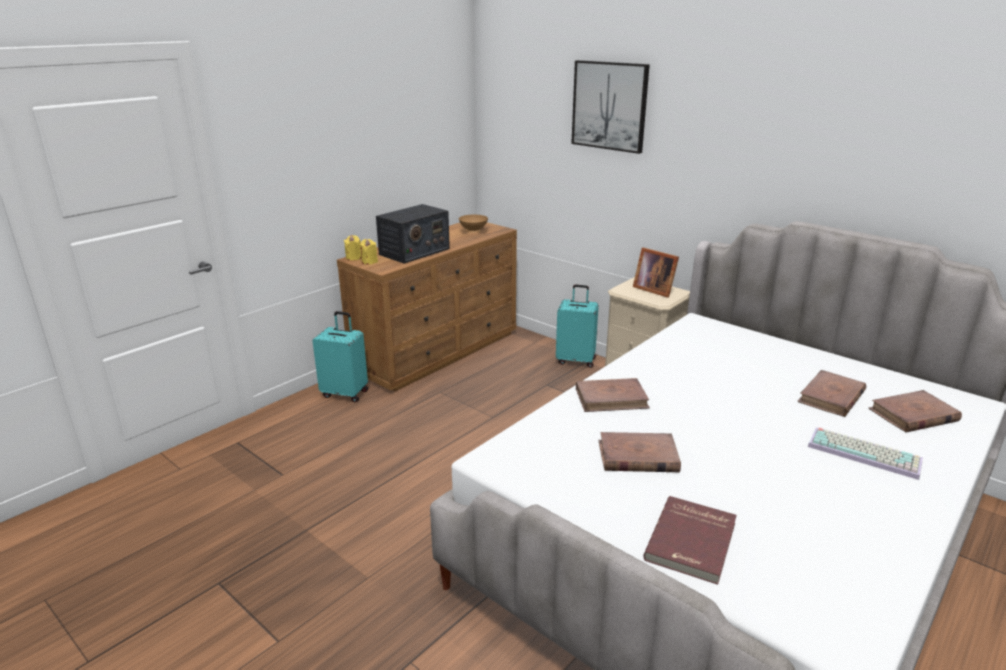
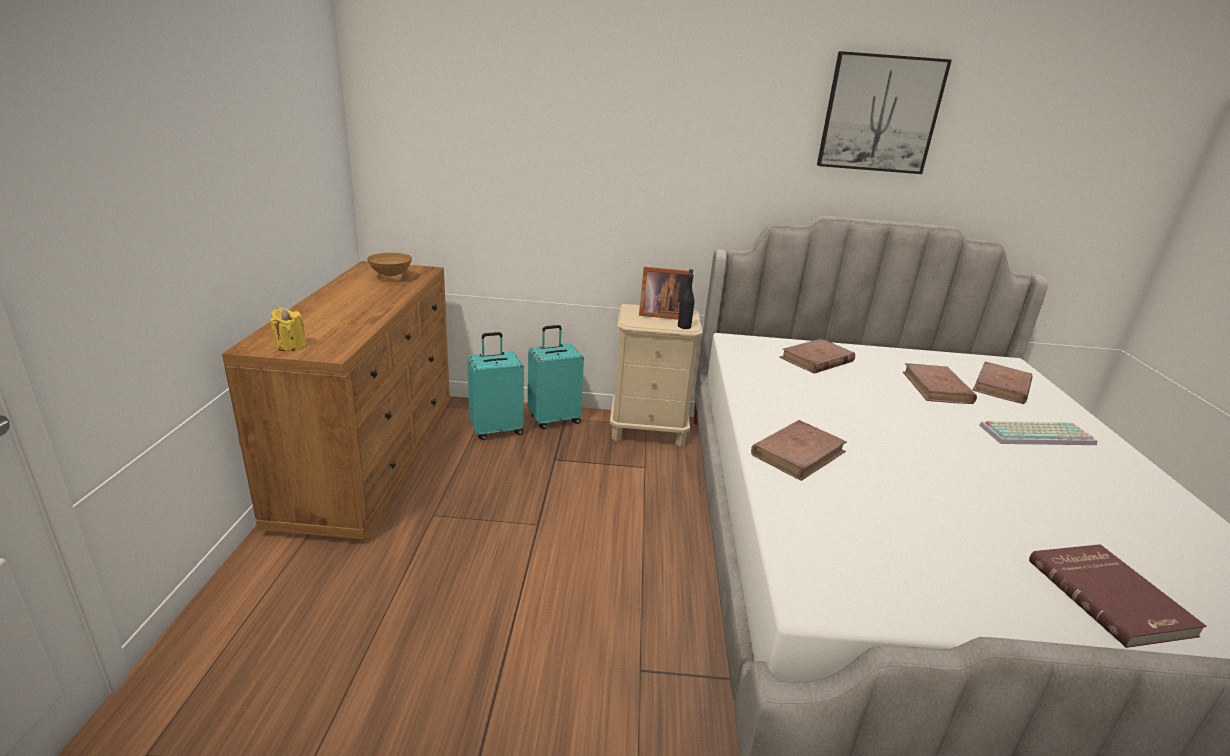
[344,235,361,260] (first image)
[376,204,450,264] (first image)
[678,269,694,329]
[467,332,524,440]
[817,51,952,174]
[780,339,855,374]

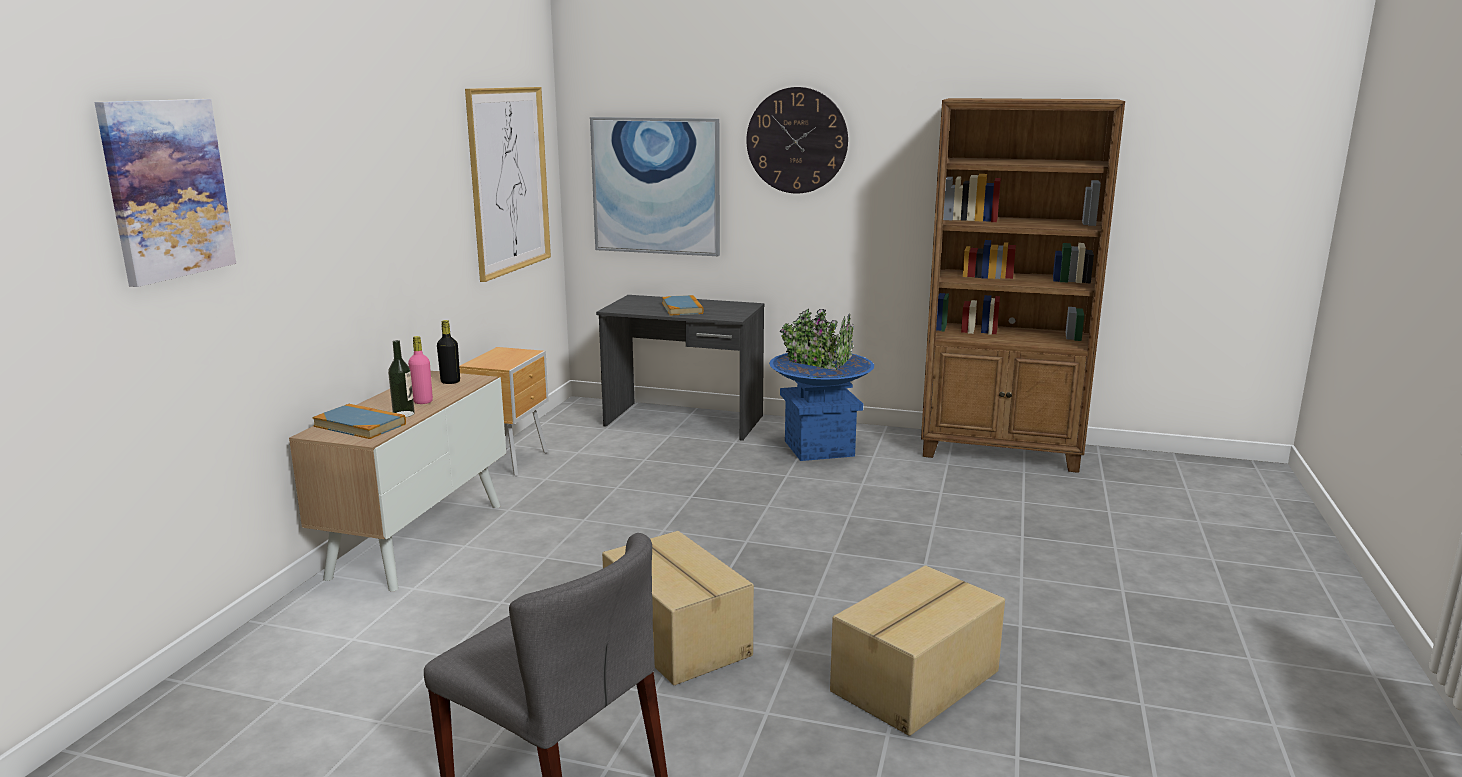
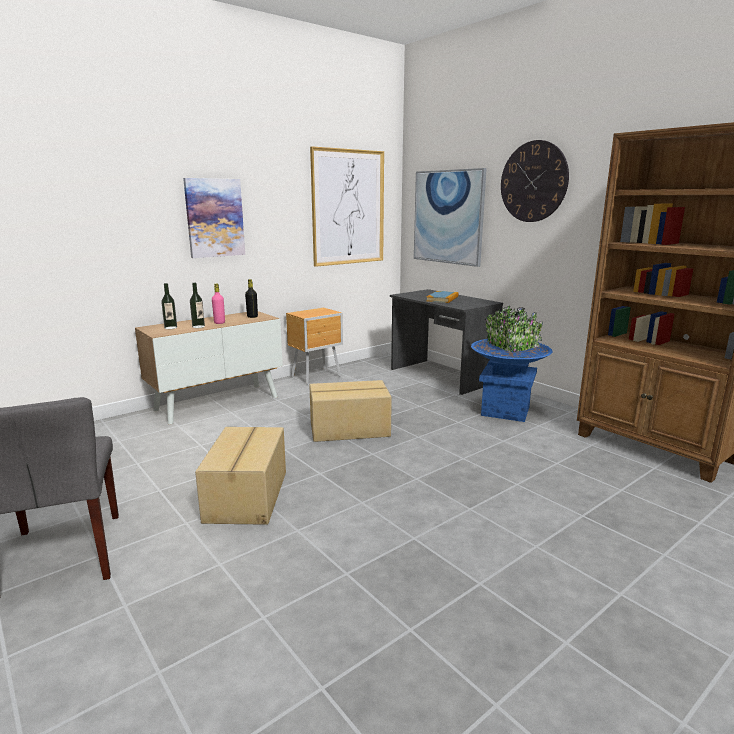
[183,178,245,258]
[309,380,392,442]
[161,283,177,329]

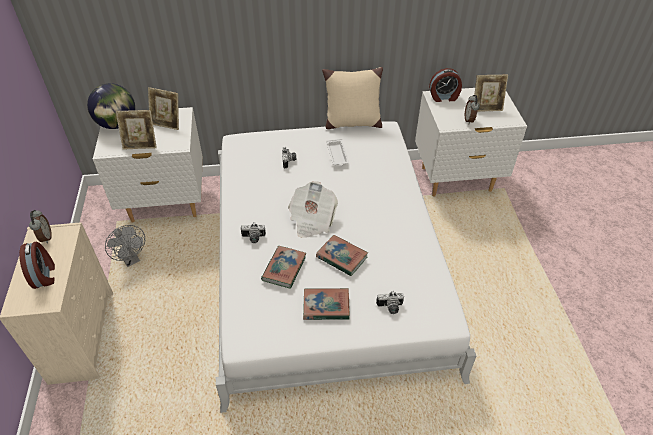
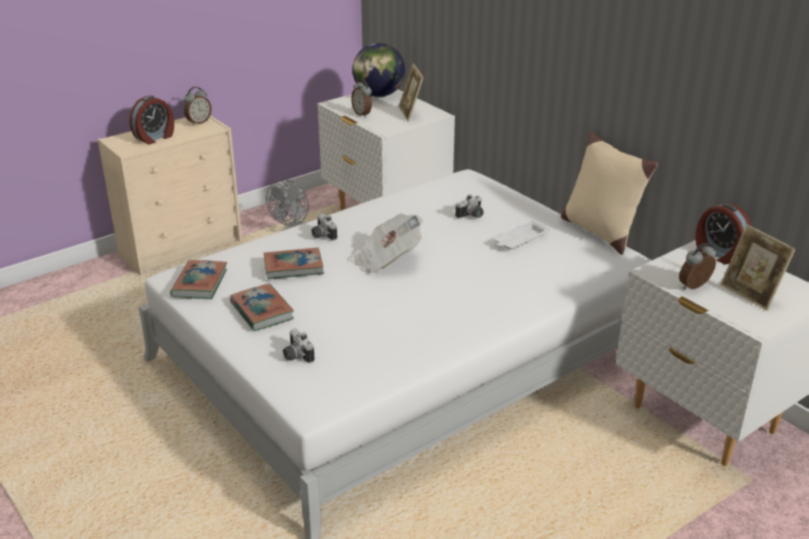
[170,260,227,299]
[351,79,372,117]

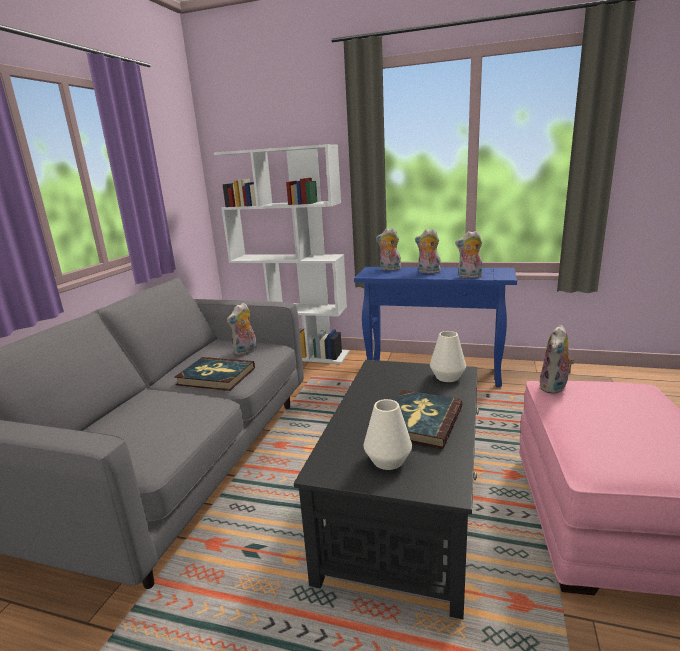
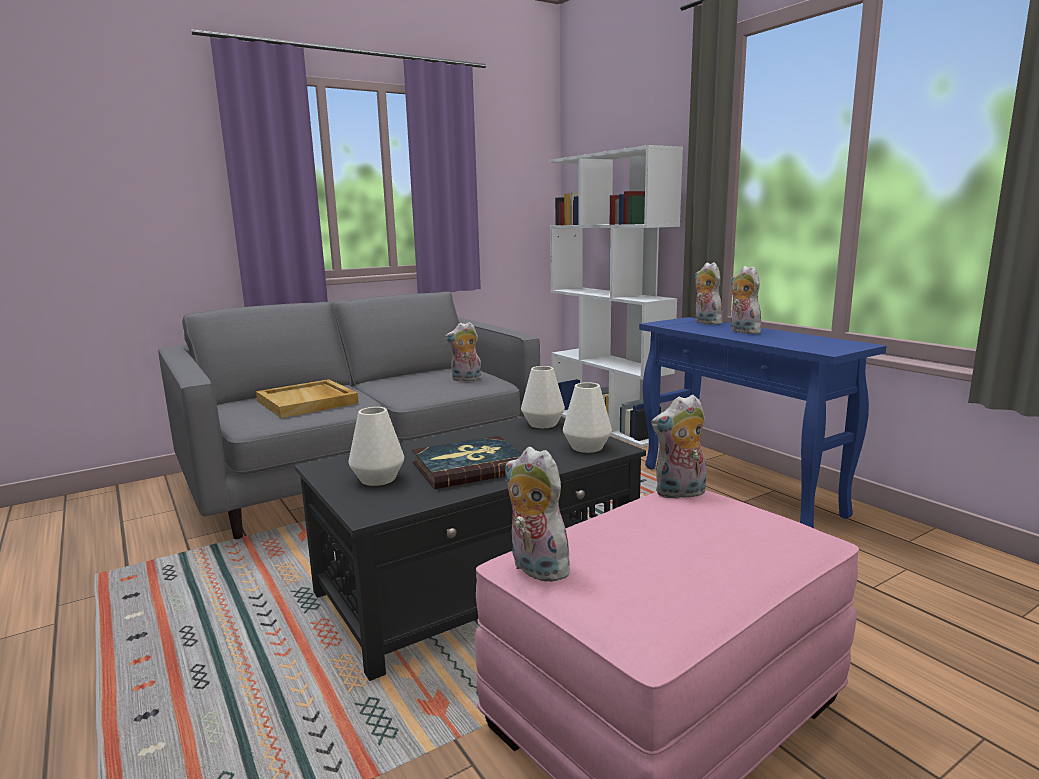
[174,357,255,391] (first image)
[256,379,359,418]
[521,366,565,428]
[505,447,572,582]

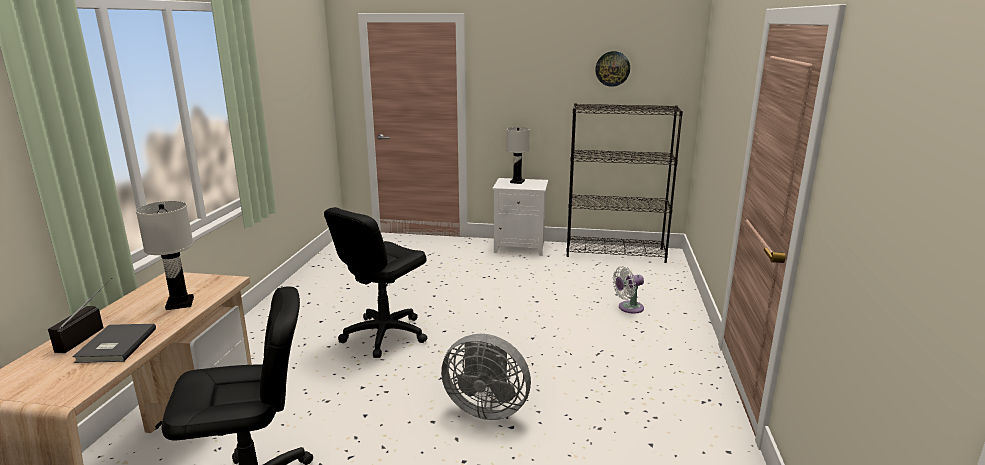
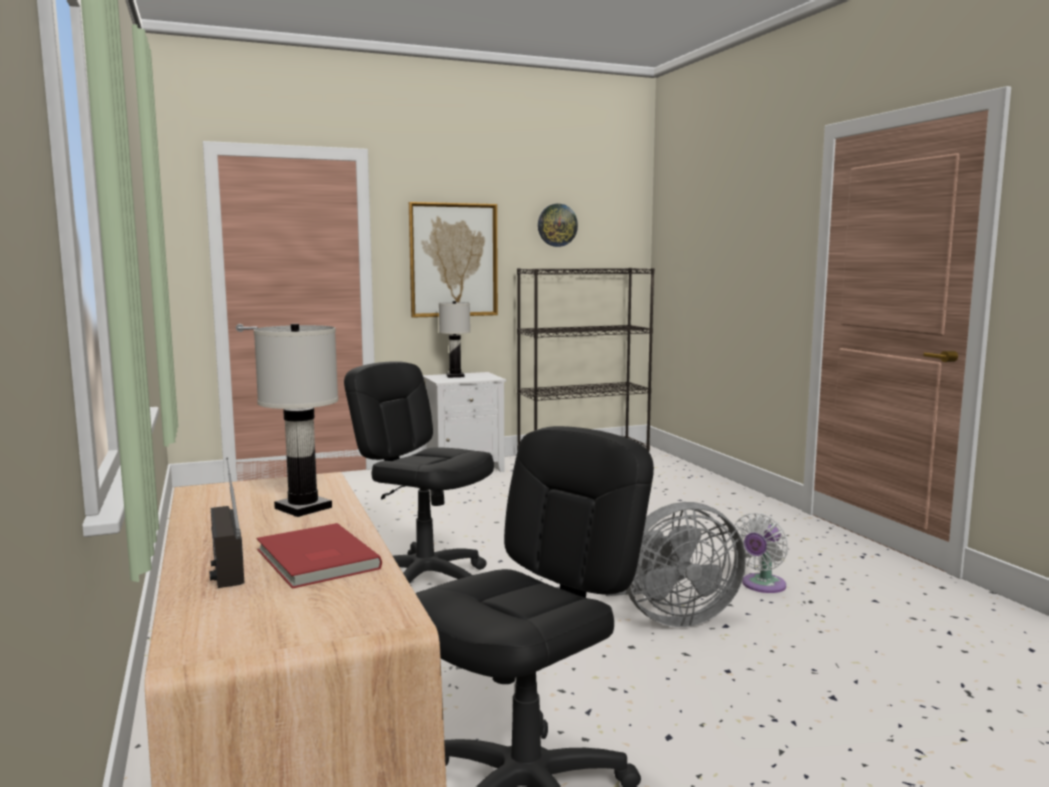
[409,202,498,318]
[731,513,788,593]
[257,523,382,589]
[344,361,494,584]

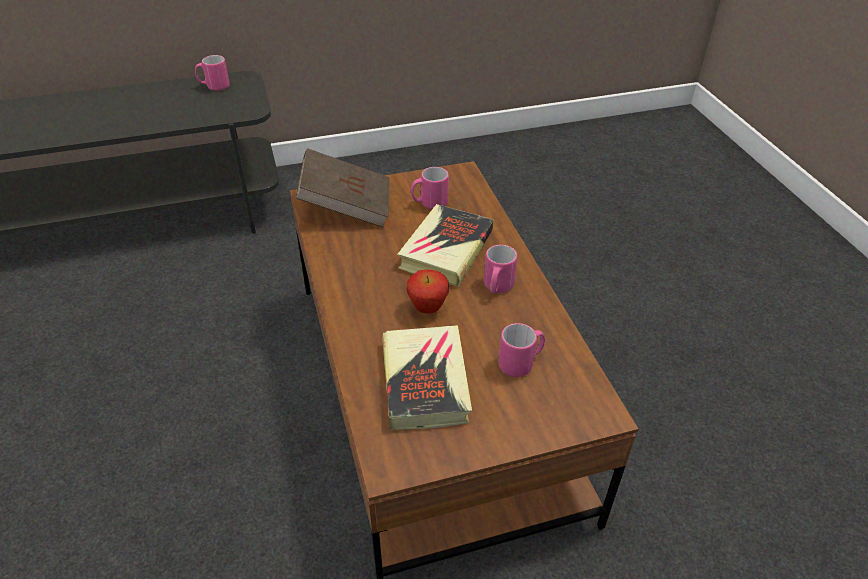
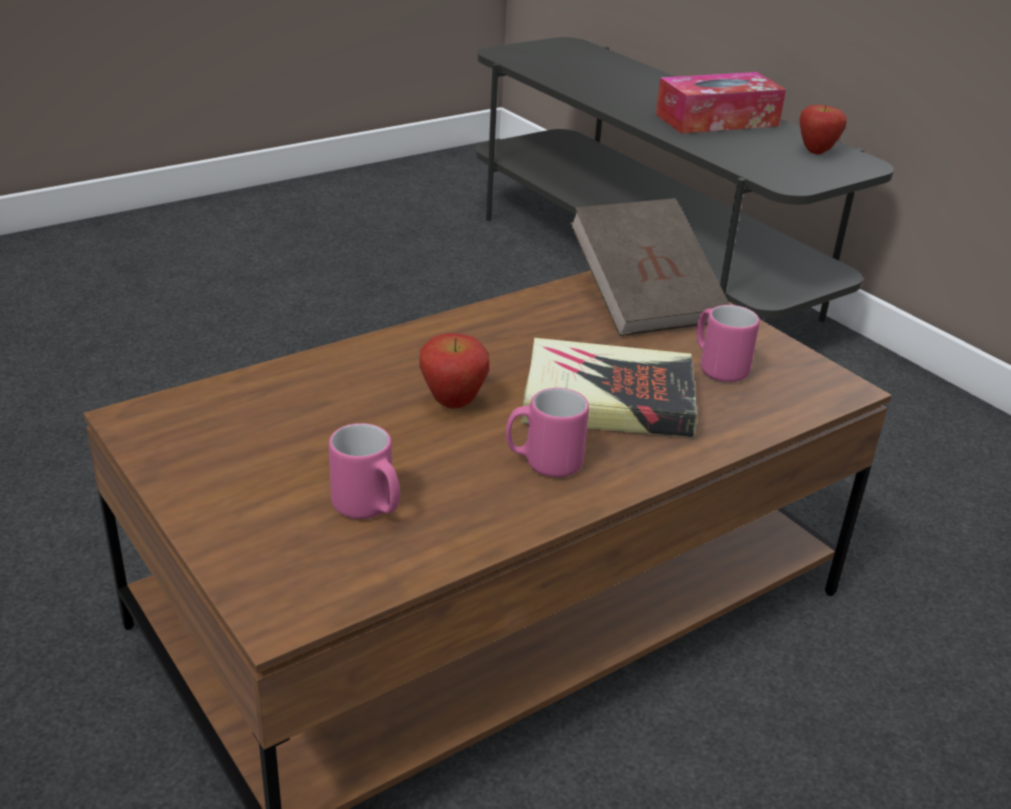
[382,325,472,430] (first image)
[656,72,786,134]
[800,104,847,154]

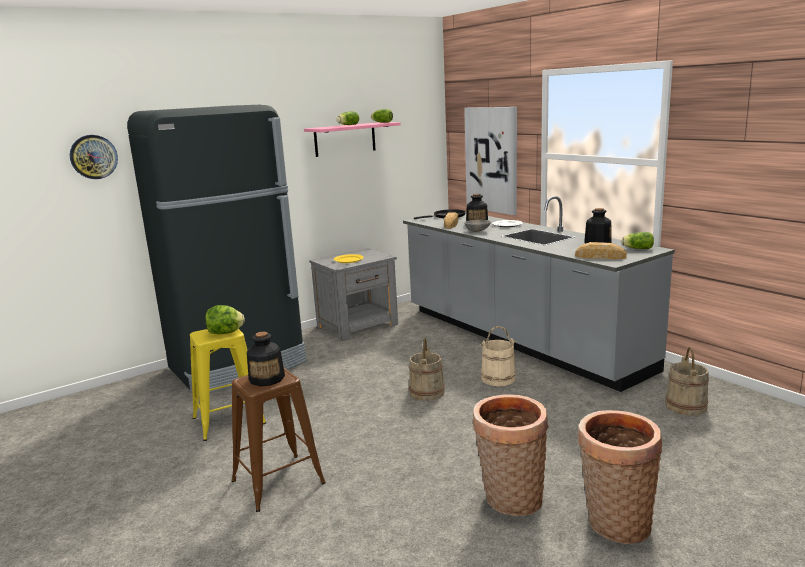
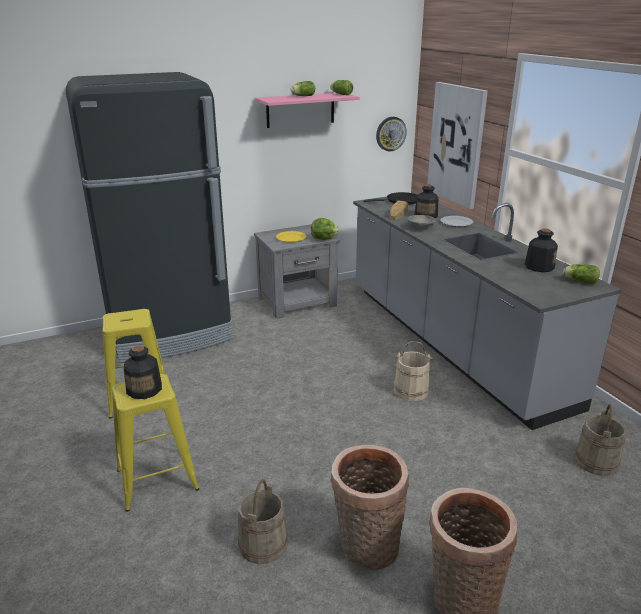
[575,242,627,259] (first image)
[376,117,407,152]
[311,218,339,240]
[238,479,287,564]
[112,374,199,512]

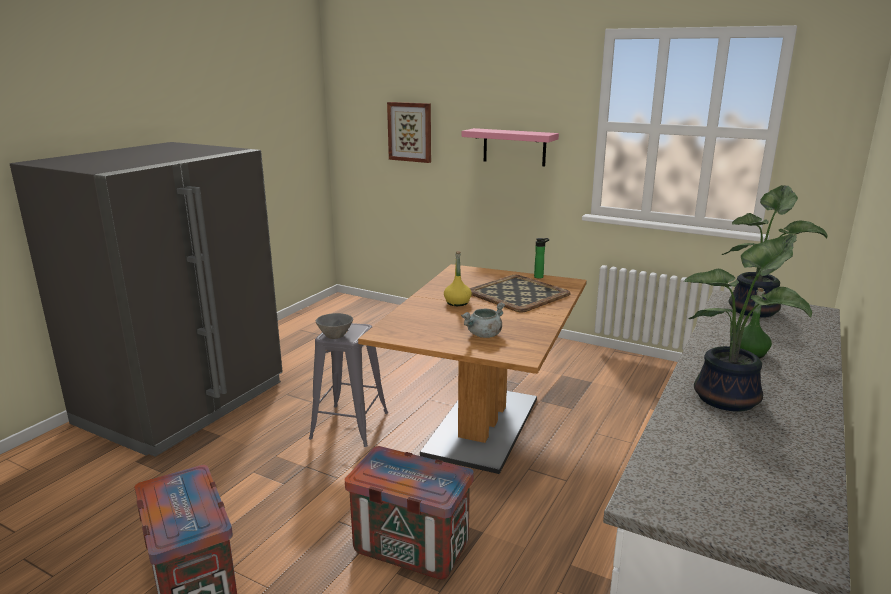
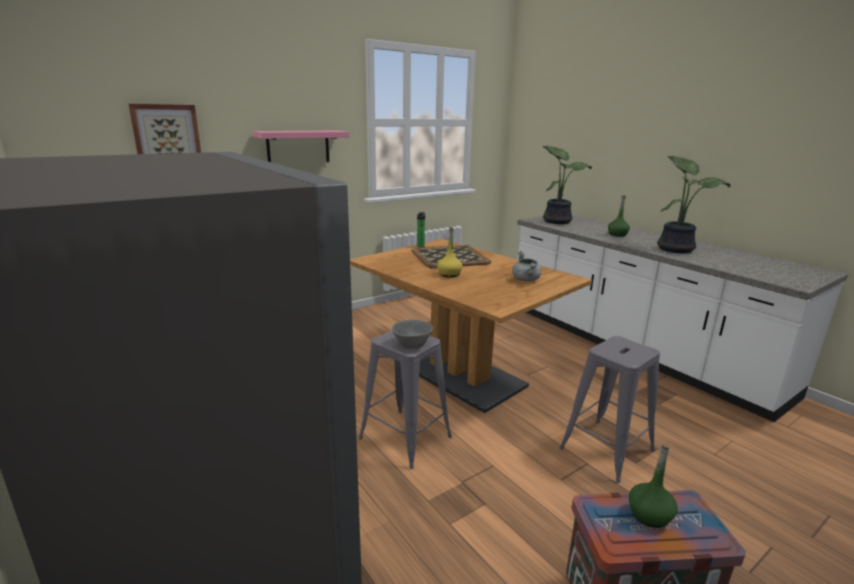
[629,443,678,528]
[559,336,660,483]

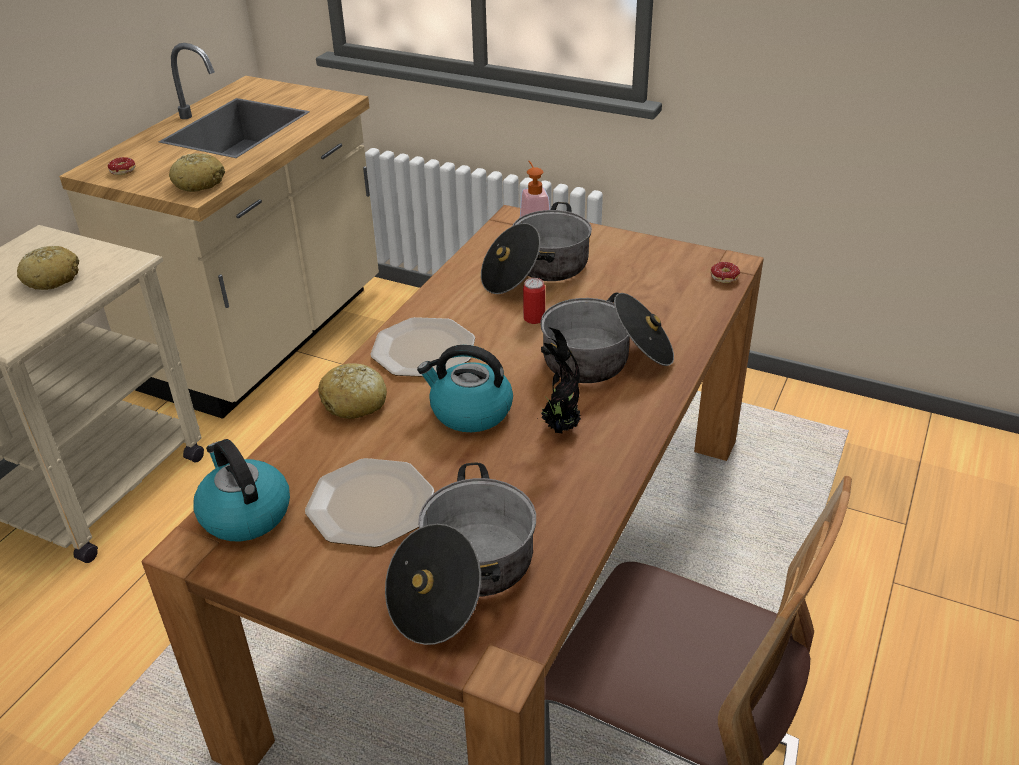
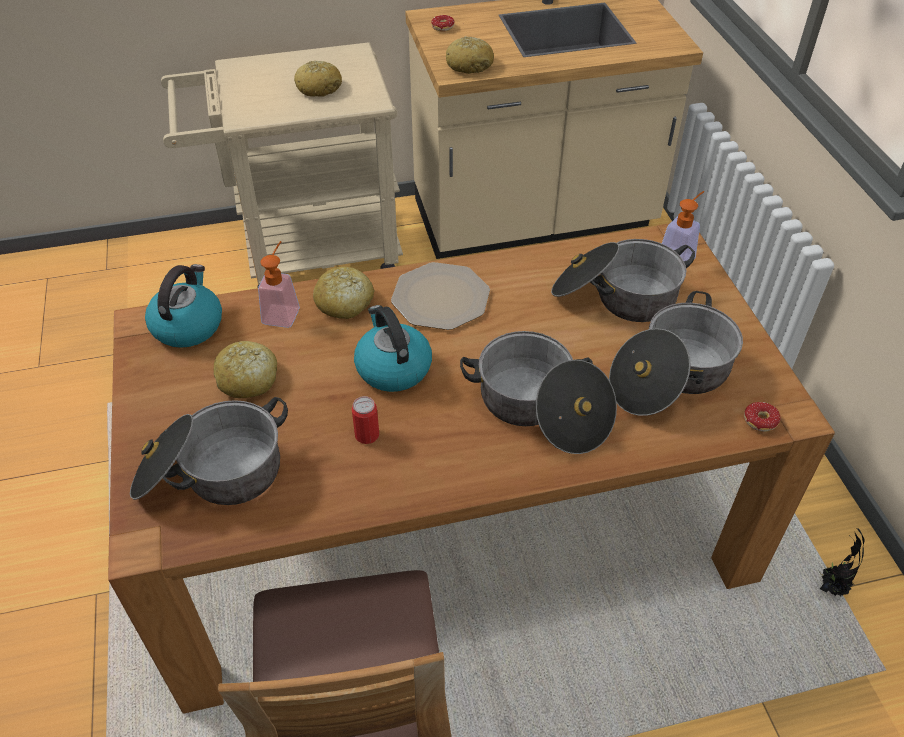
[258,241,300,328]
[609,291,743,416]
[352,396,379,444]
[820,528,865,596]
[214,341,277,398]

